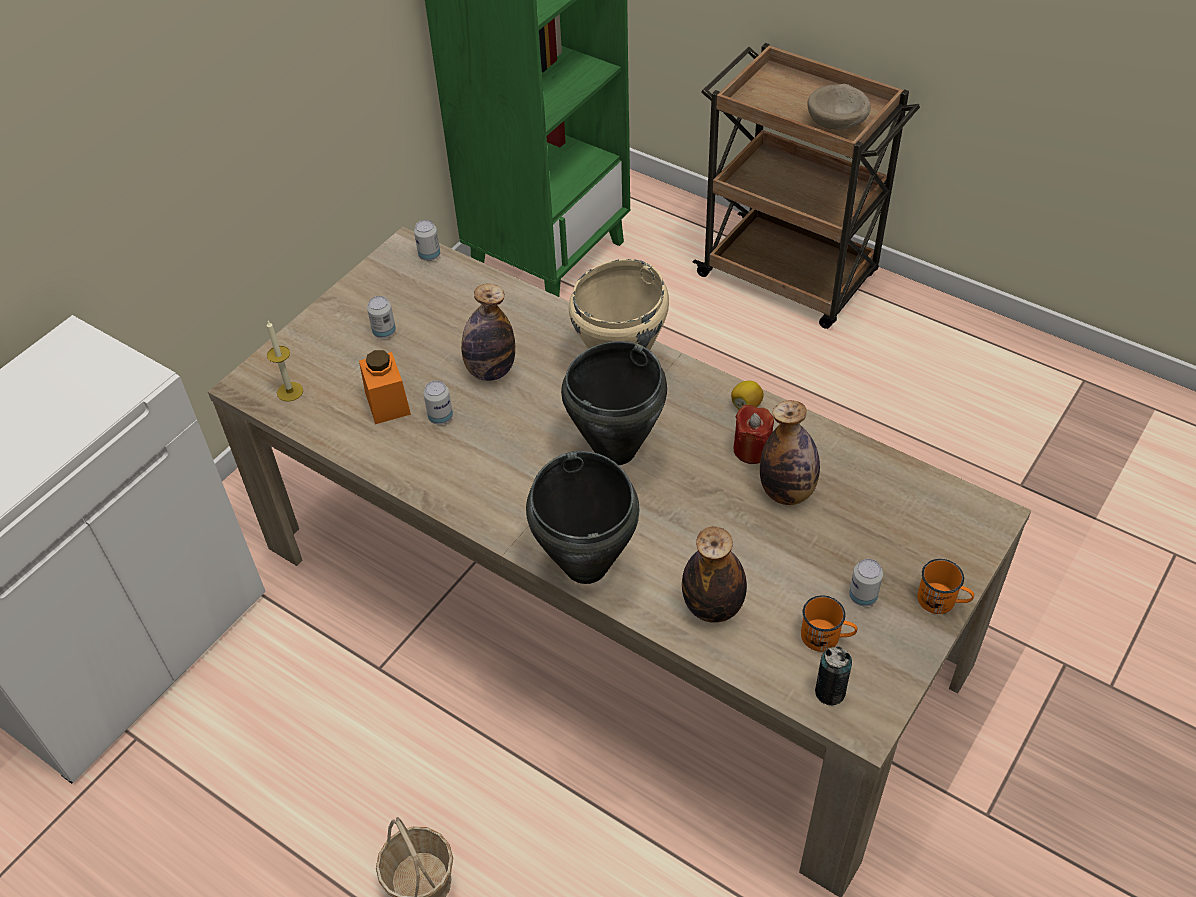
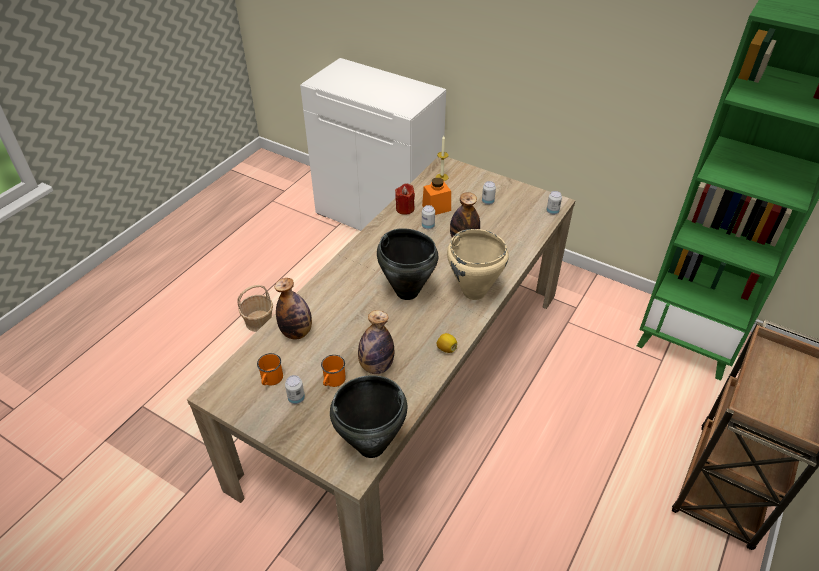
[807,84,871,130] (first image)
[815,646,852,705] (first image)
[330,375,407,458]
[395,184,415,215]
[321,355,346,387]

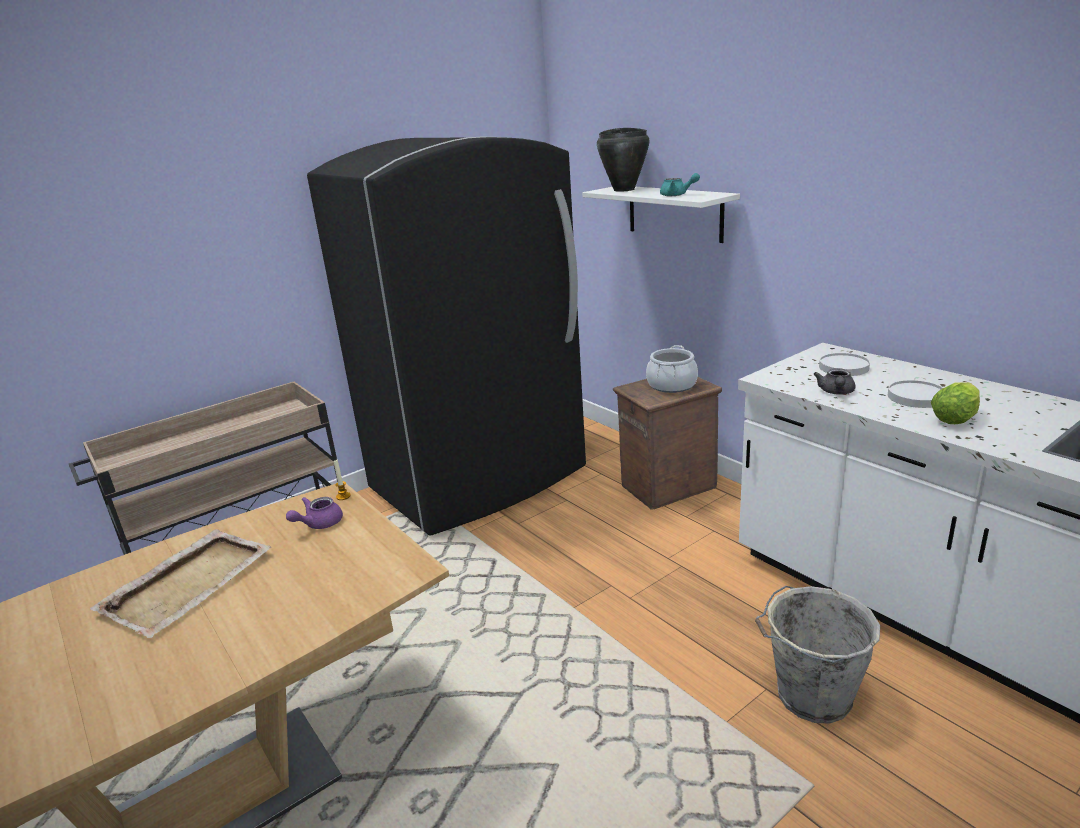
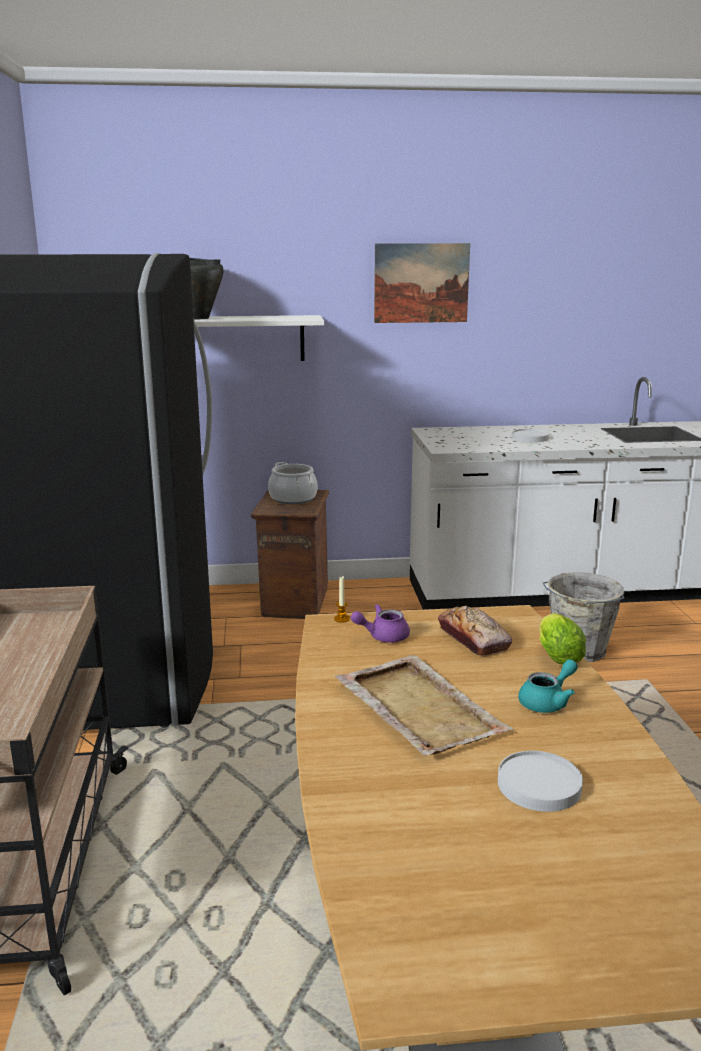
[814,368,855,395] (first image)
[374,243,470,323]
[438,606,512,656]
[518,659,578,713]
[498,751,583,812]
[539,613,586,664]
[351,604,410,642]

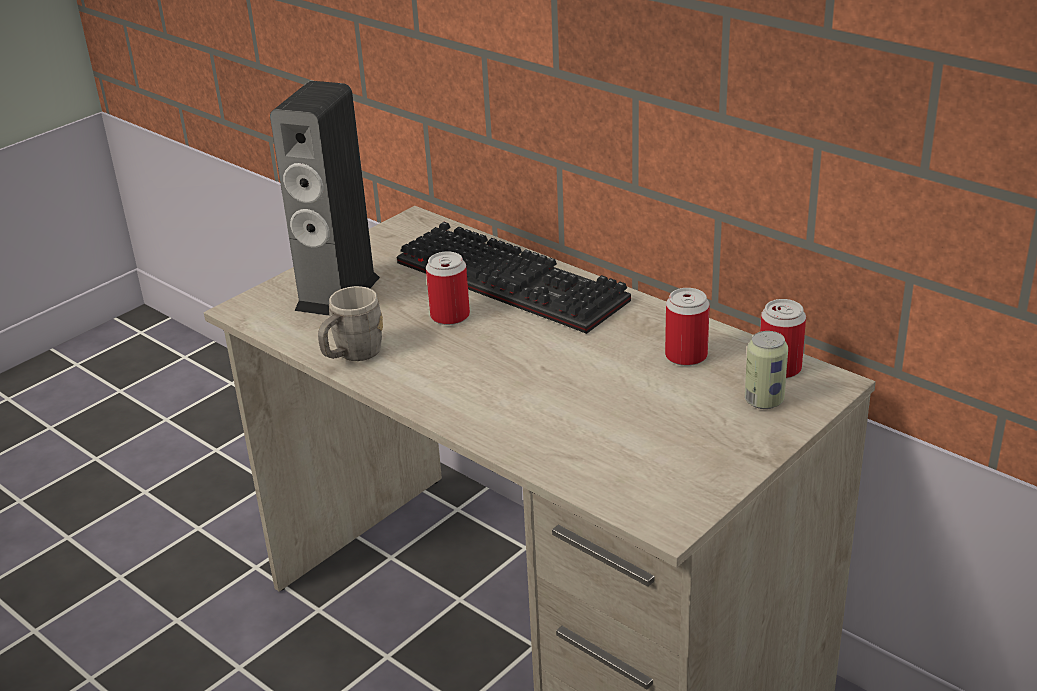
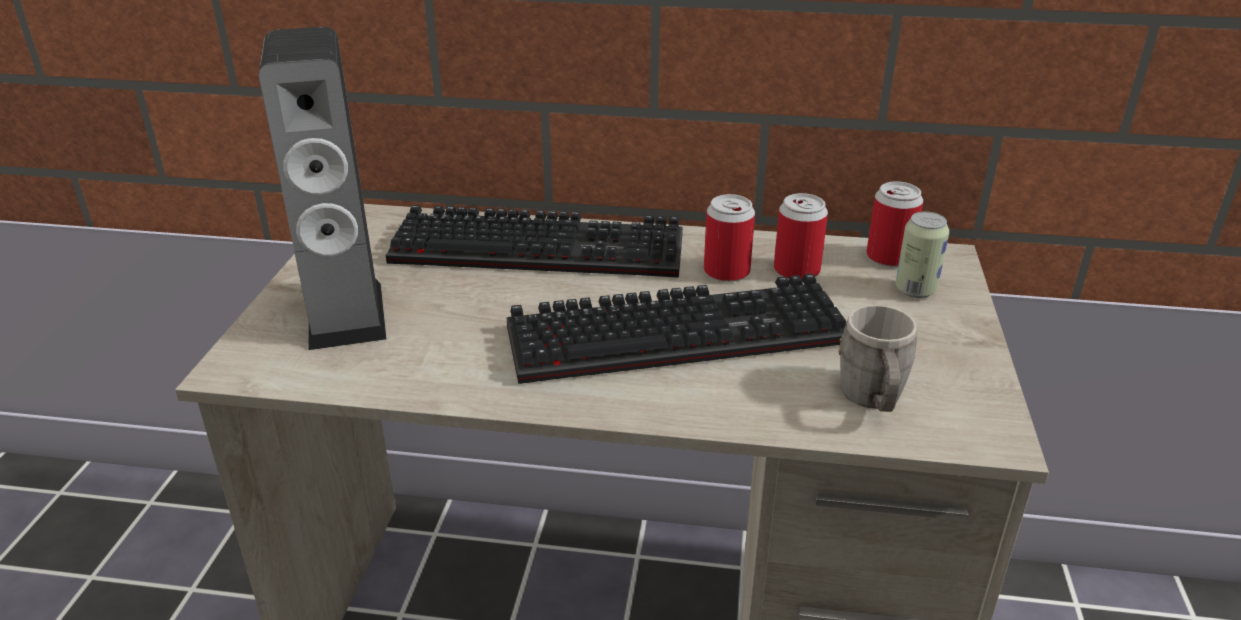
[507,274,846,384]
[838,305,917,412]
[704,194,755,282]

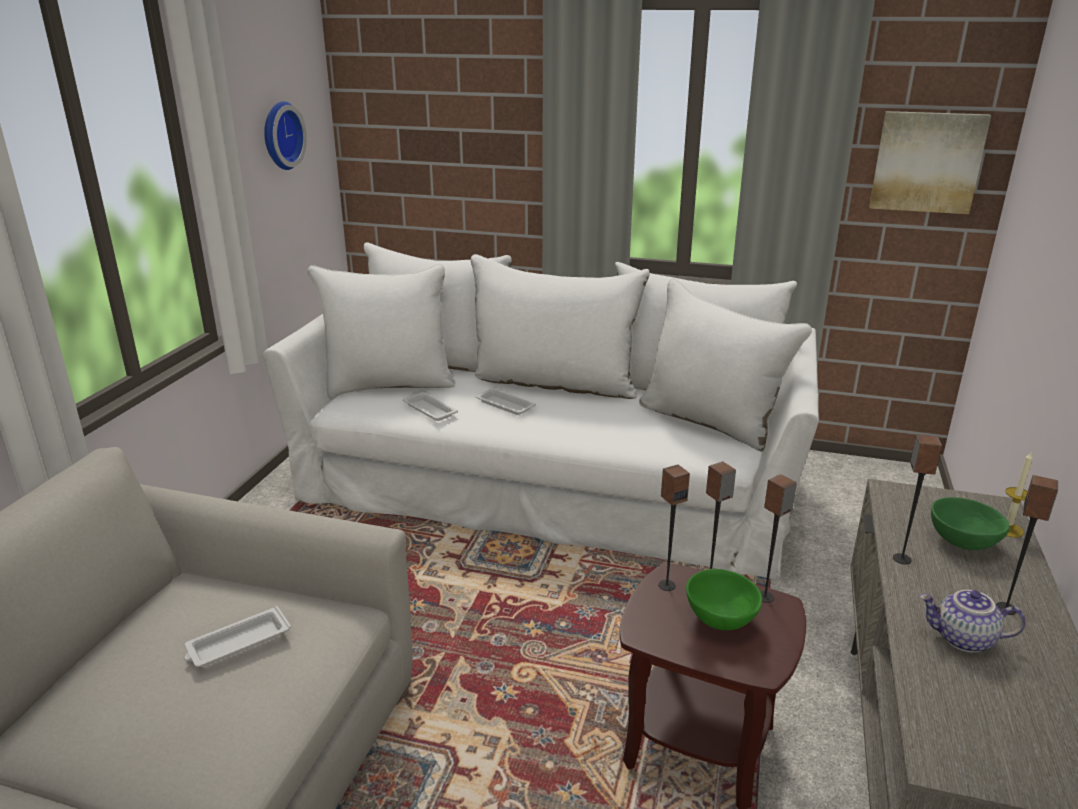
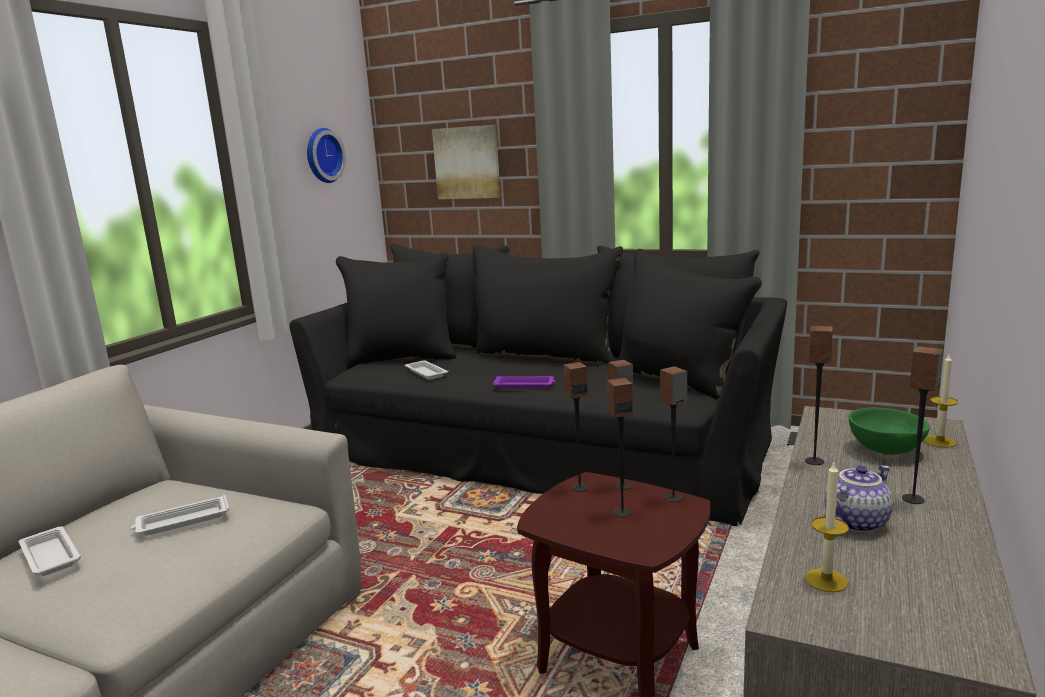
[493,376,556,389]
[805,463,849,592]
[18,526,81,576]
[432,125,501,199]
[607,378,633,517]
[289,243,787,526]
[824,465,893,532]

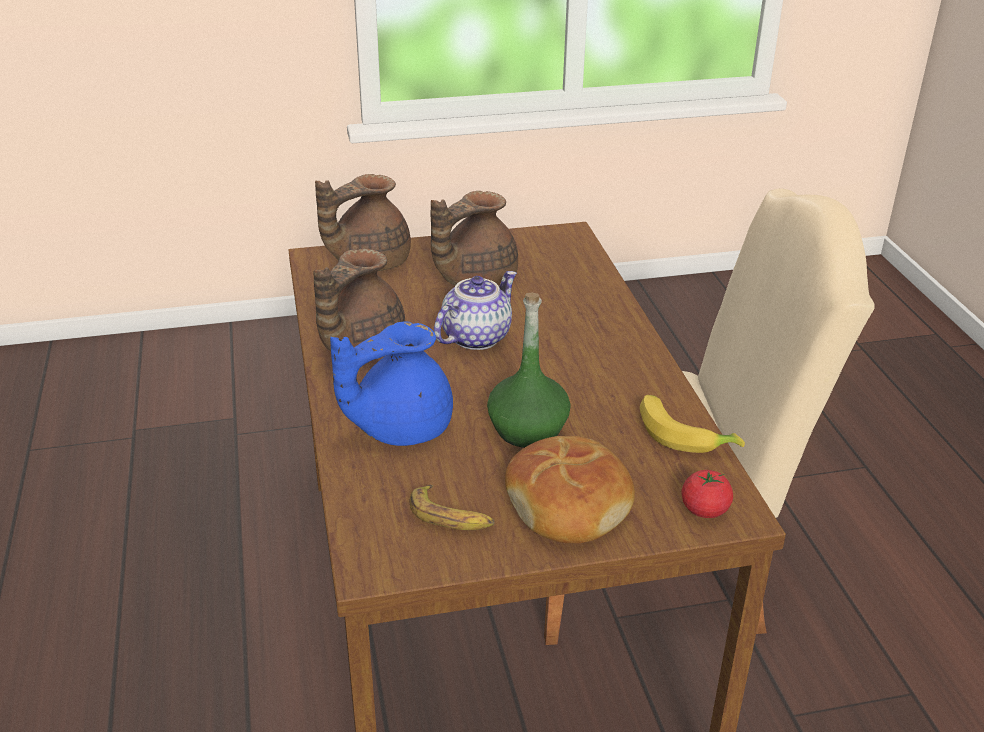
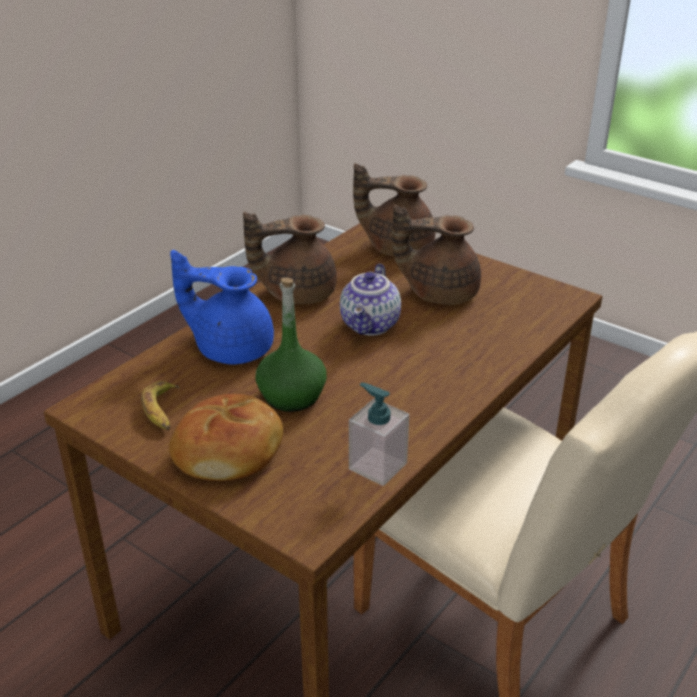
[681,470,733,518] (first image)
[349,383,409,486]
[340,263,401,336]

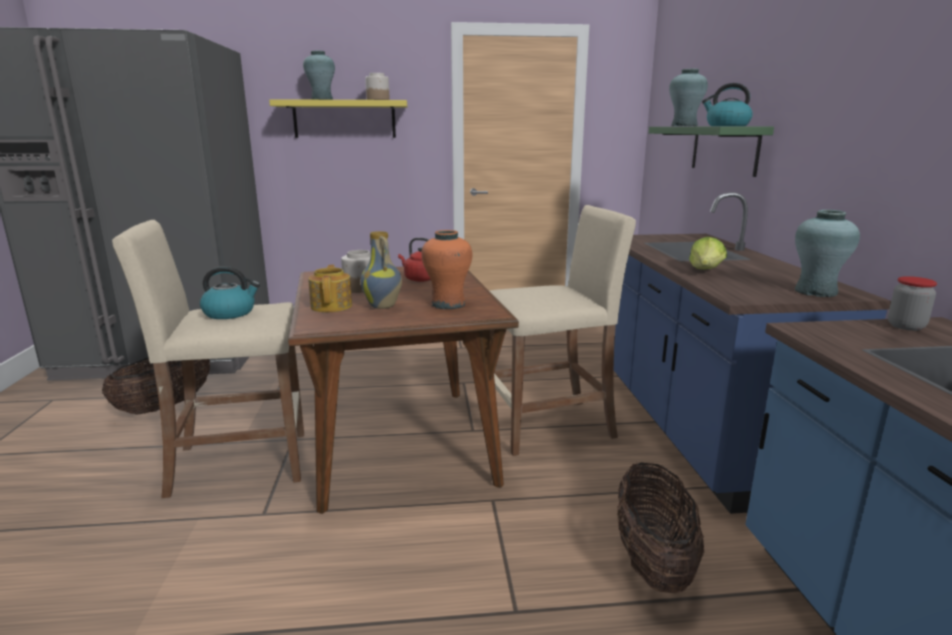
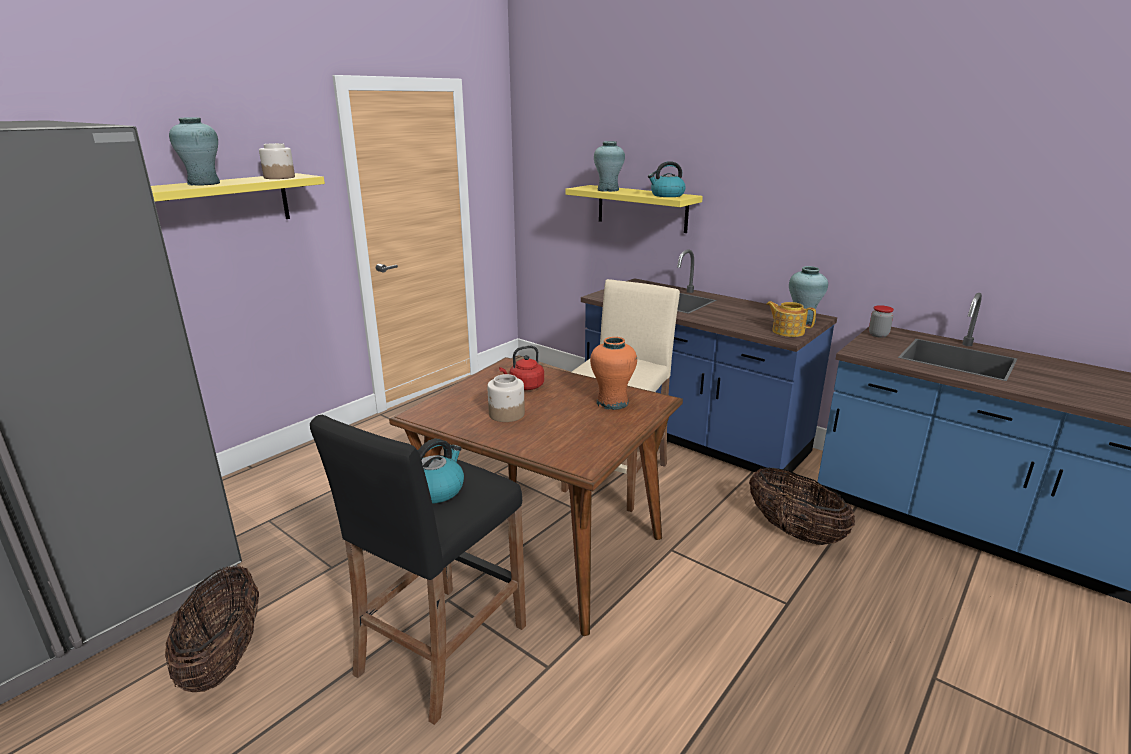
[361,231,402,309] (first image)
[689,237,727,269] (first image)
[766,301,816,337]
[310,415,526,725]
[565,185,703,233]

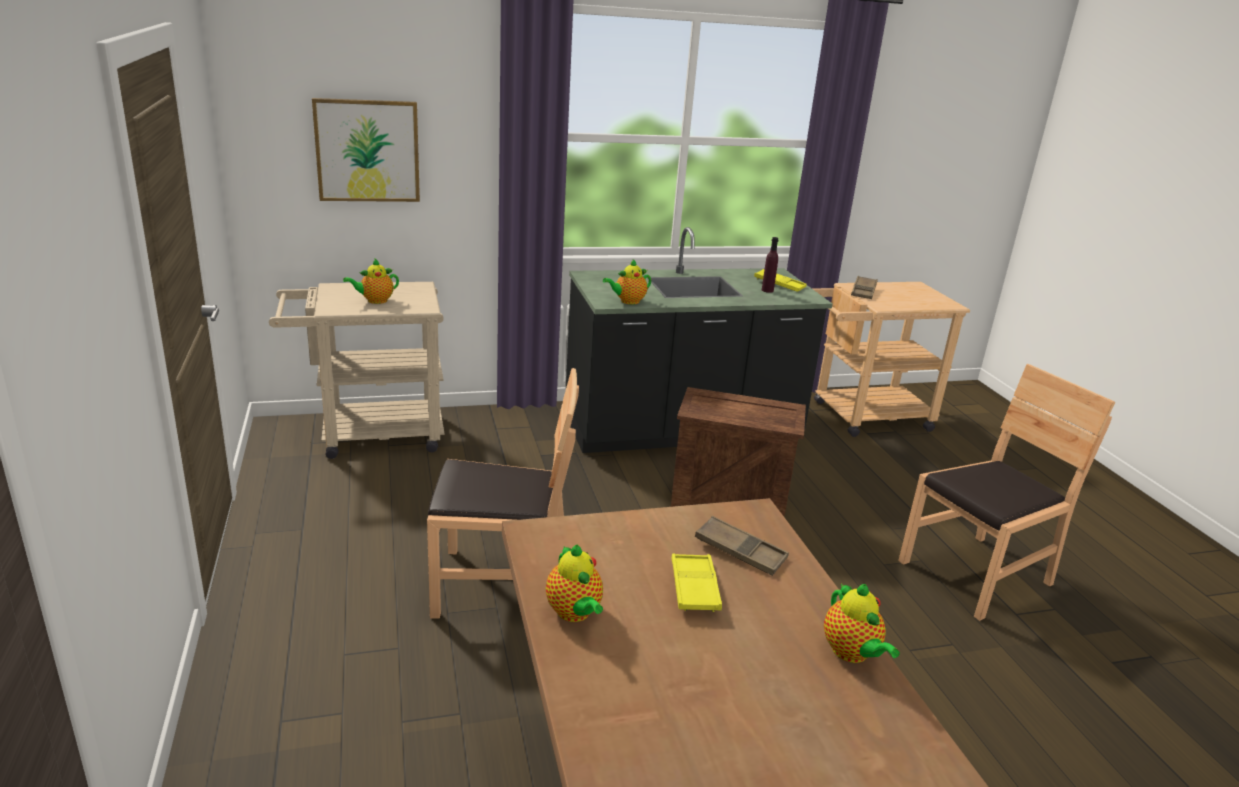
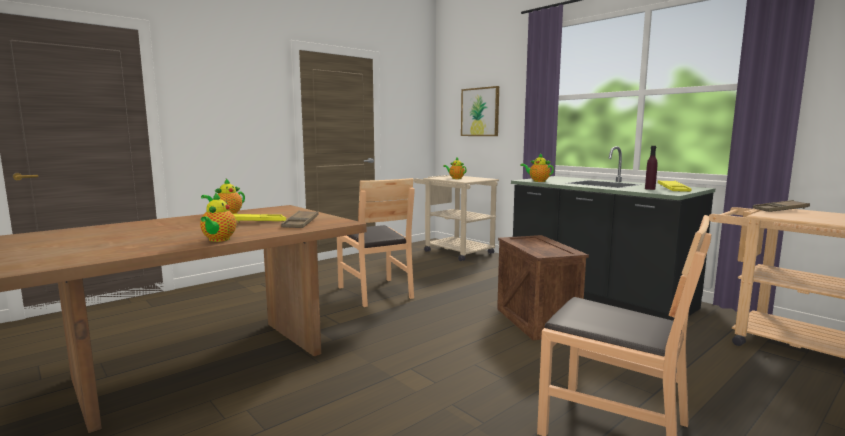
[200,192,236,242]

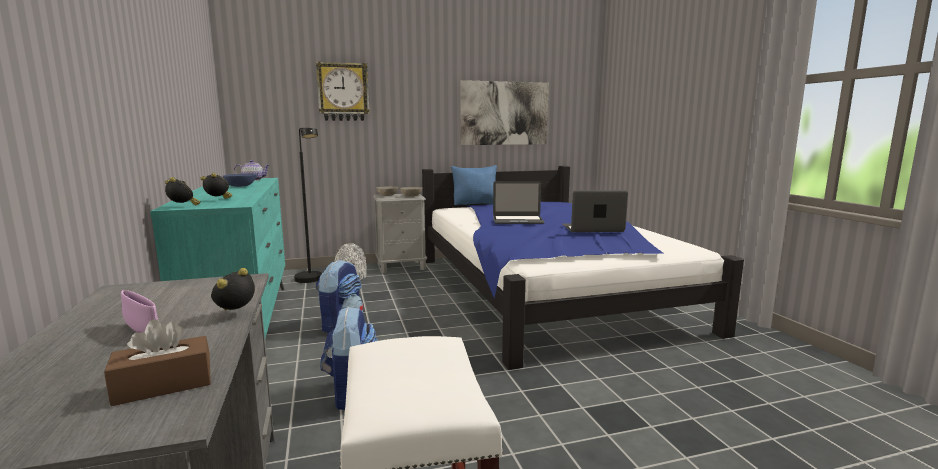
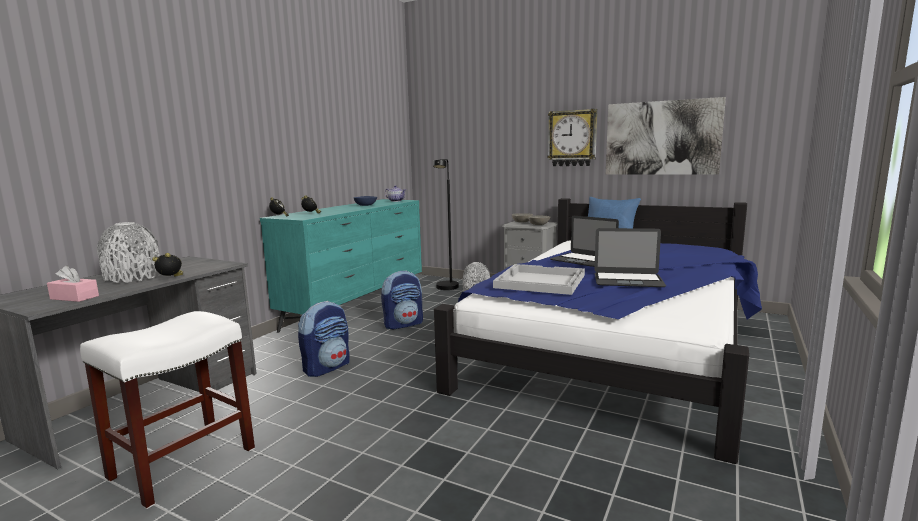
[493,264,585,295]
[547,109,597,166]
[97,222,161,283]
[47,265,99,302]
[594,228,666,287]

